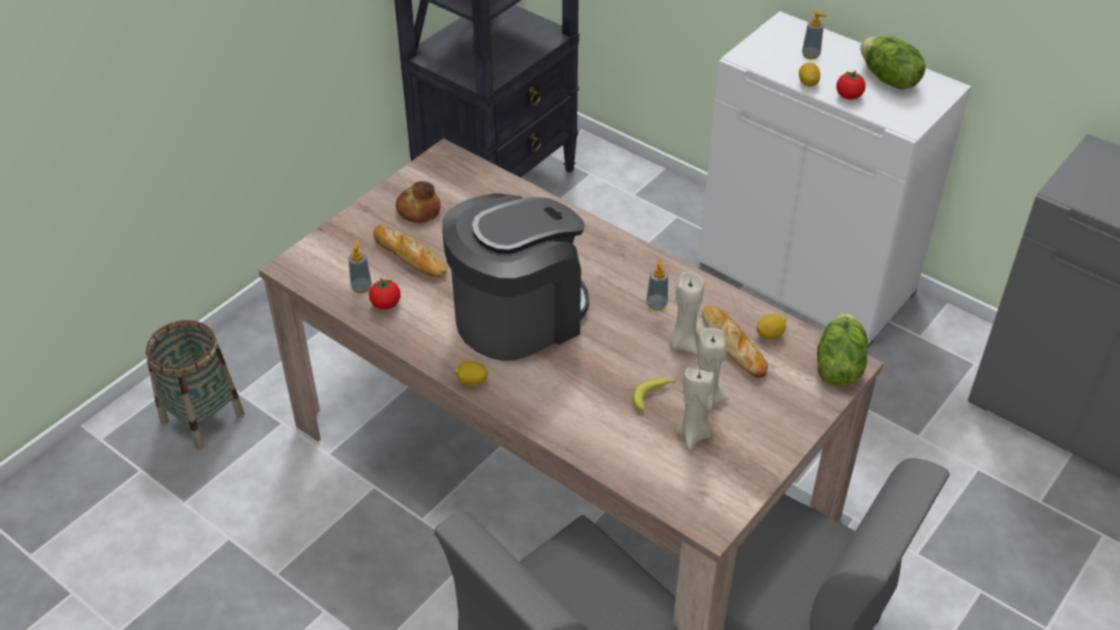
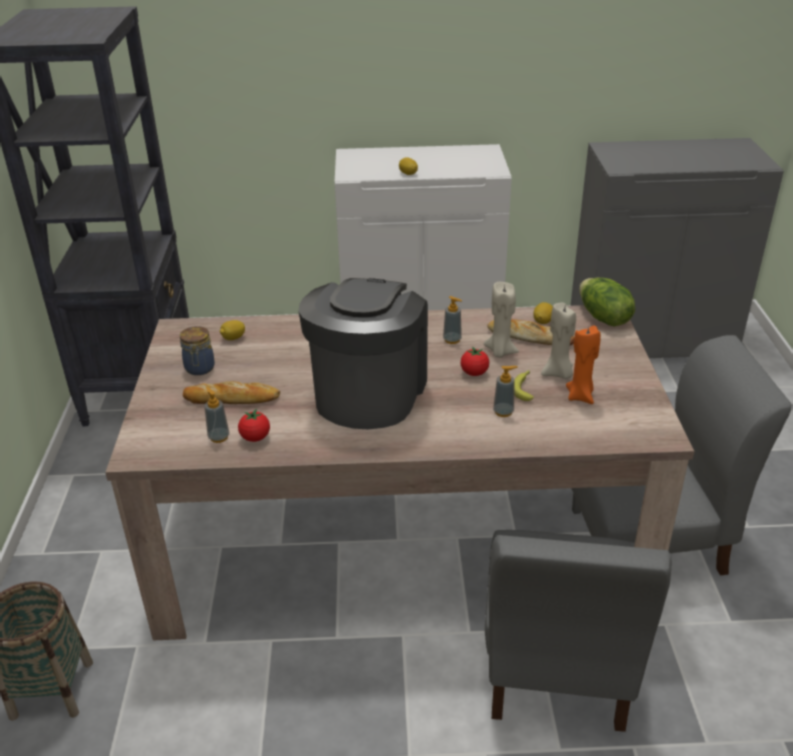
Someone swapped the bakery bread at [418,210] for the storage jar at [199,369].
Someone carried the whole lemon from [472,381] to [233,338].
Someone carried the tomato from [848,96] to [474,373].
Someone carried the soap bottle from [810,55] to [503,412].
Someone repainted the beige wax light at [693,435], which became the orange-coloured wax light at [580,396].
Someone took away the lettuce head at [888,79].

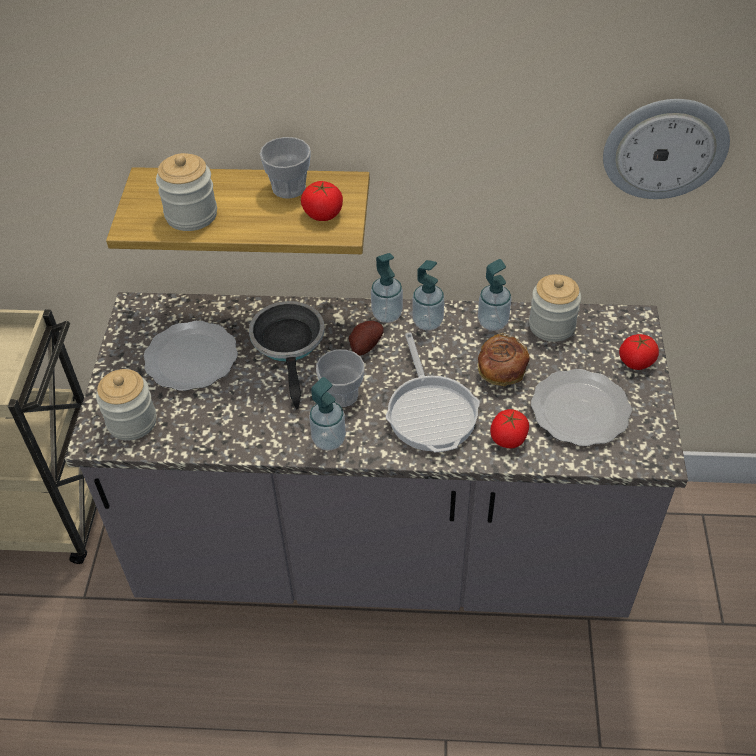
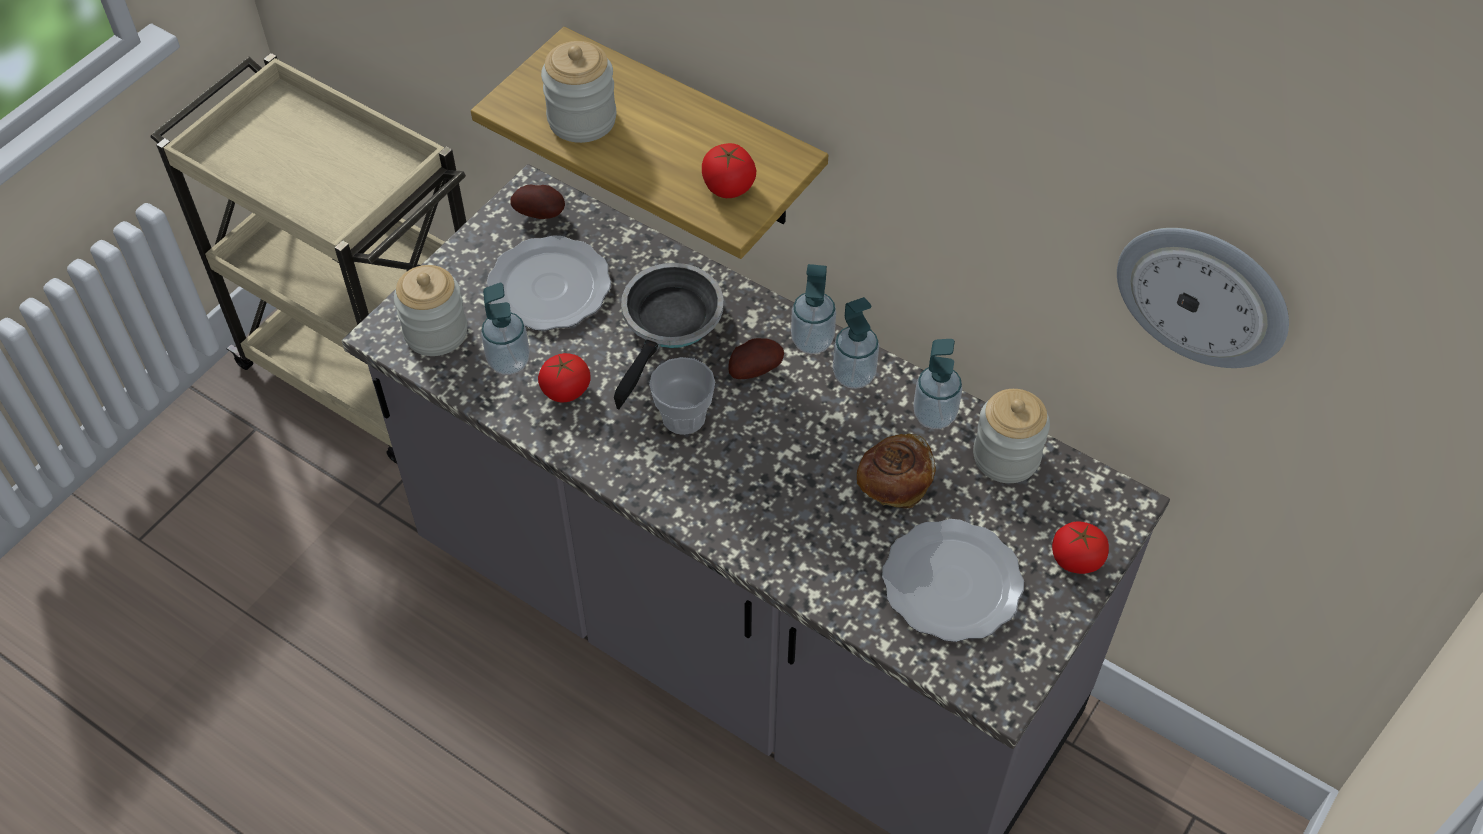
Someone carried the soap bottle from [329,440] to [509,361].
Someone put down the whole potato at [541,213].
Someone carried the tomato from [508,438] to [566,390].
Someone took away the small cup at [289,188].
Someone took away the frying pan at [431,411].

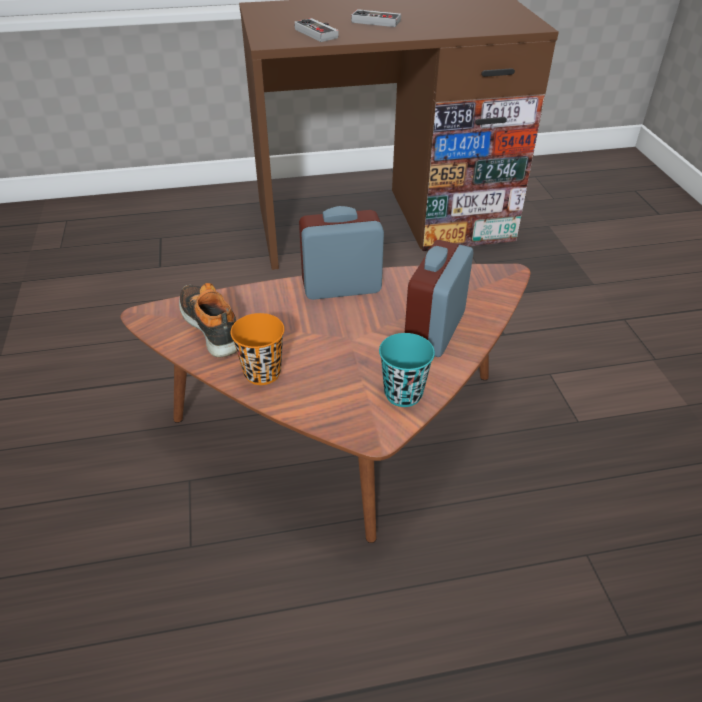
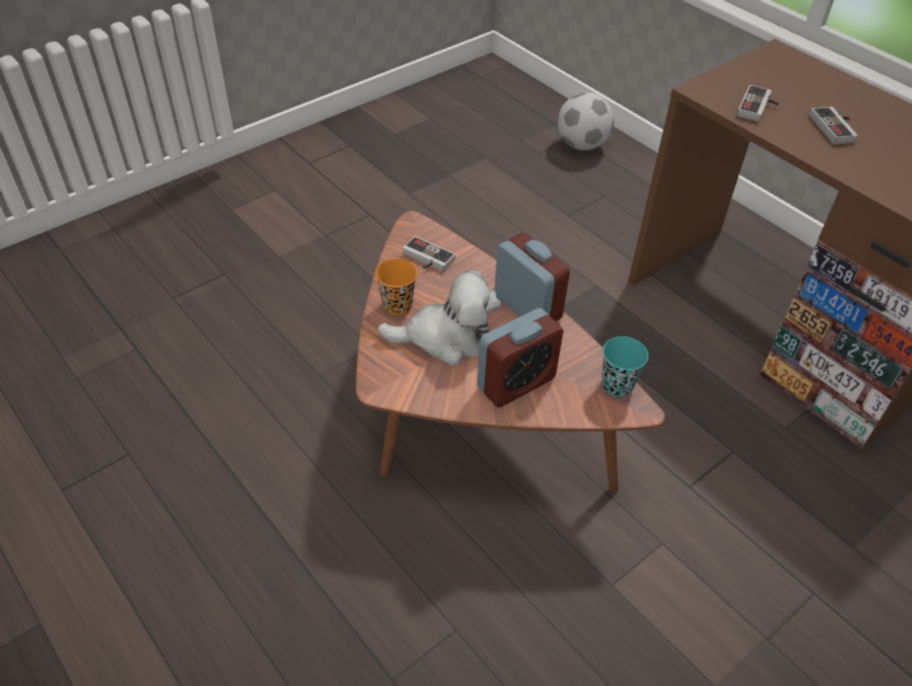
Someone put down the cuddly toy at [446,338].
Someone swapped the low shoe at [212,326] for the gamepad at [426,259].
Someone rotated the table clock at [434,330] by 150 degrees clockwise.
Someone put down the ball for football at [581,145].
Someone carried the blue-green small cup from [403,394] to [617,385].

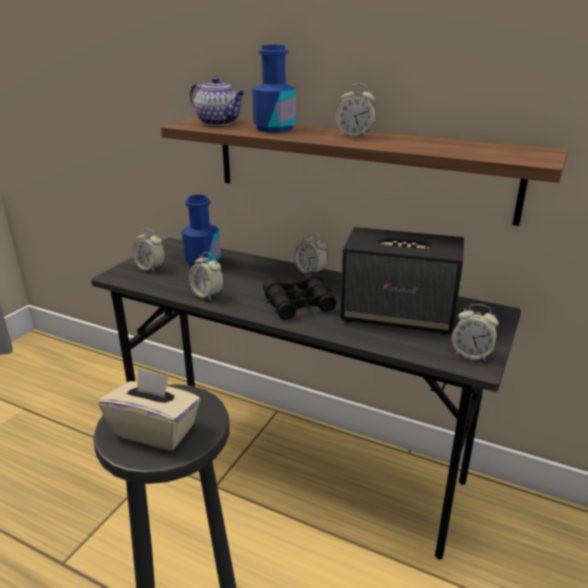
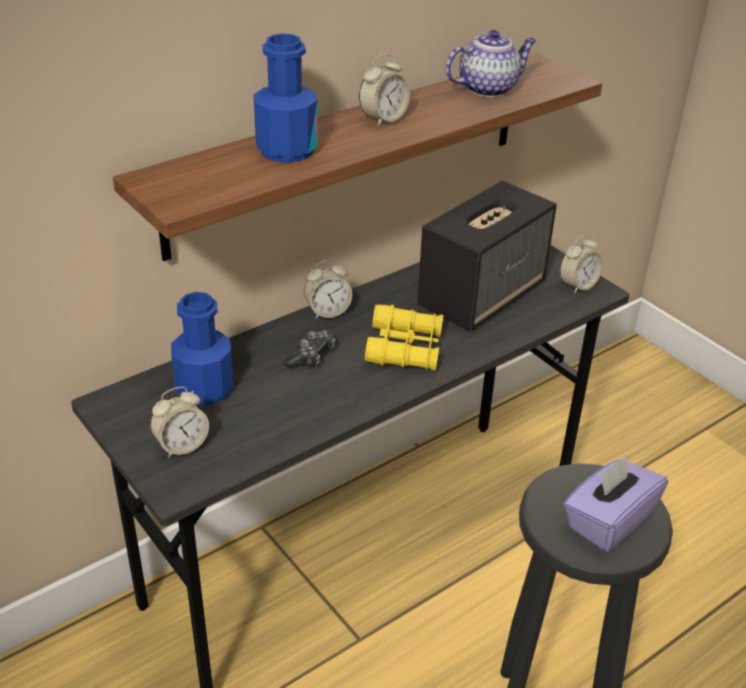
Someone put down the gamepad at [311,356].
Someone repainted the black-coloured binoculars at [299,304], which became the yellow binoculars at [405,348].
Someone carried the tea pot from [219,123] to [488,88].
Someone repainted the beige tissue box at [155,430], which became the purple-coloured tissue box at [608,521].
Someone took away the table clock at [207,295].

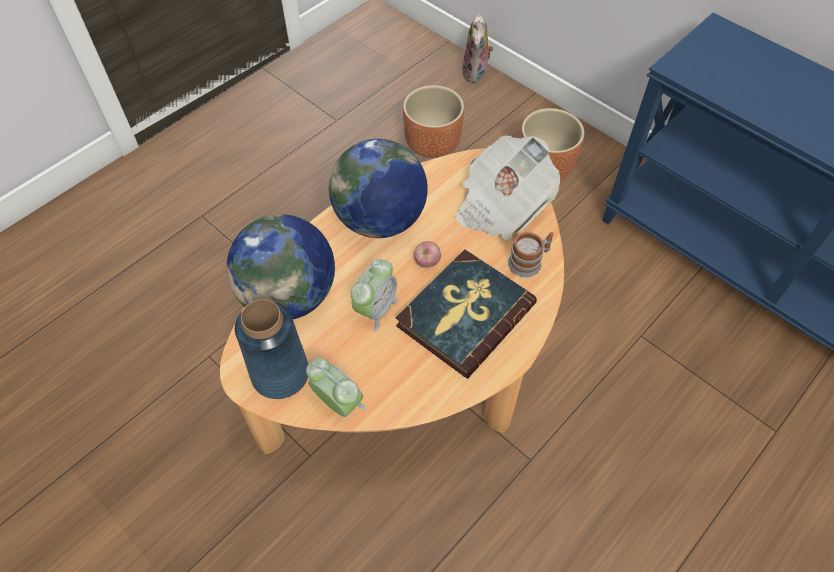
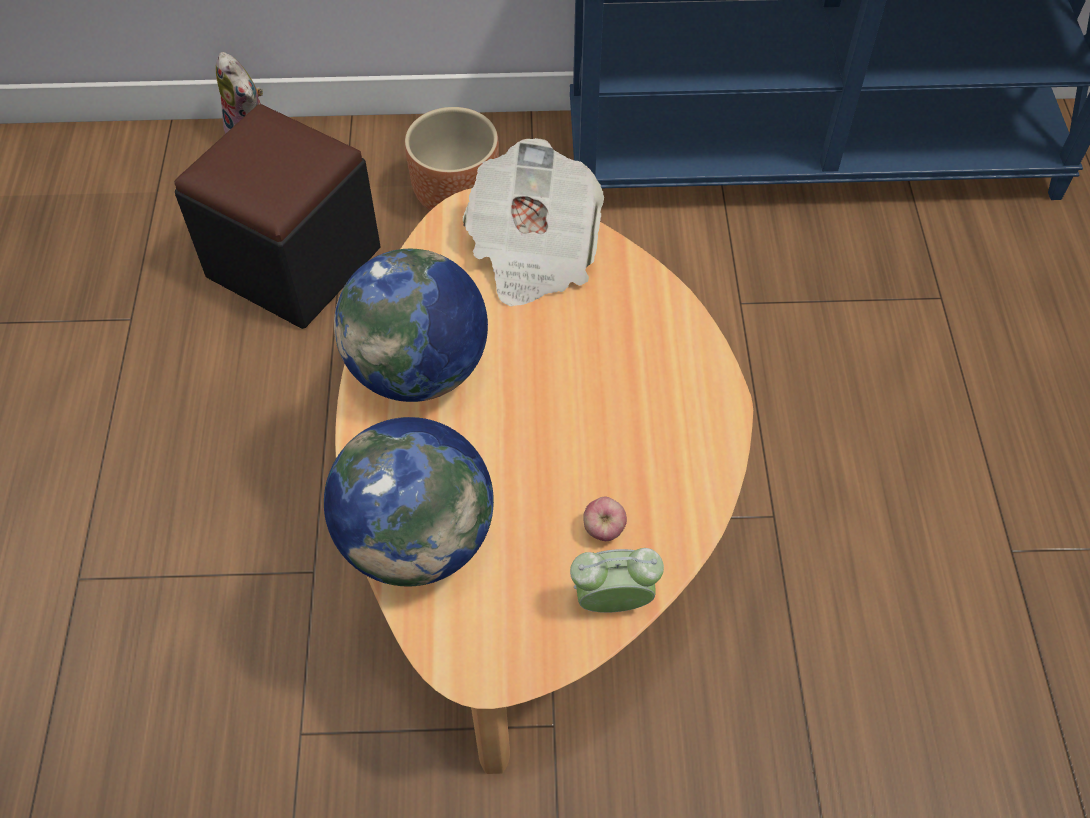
Someone swapped the brown-coloured plant pot at [432,145] for the black-coloured pouffe at [294,262].
Someone carried the apple from [427,262] to [603,529].
Someone took away the blue-coloured decorative vase at [280,374].
Someone took away the table clock at [376,309].
Someone took away the volume at [465,315].
Someone took away the tea mug at [529,262].

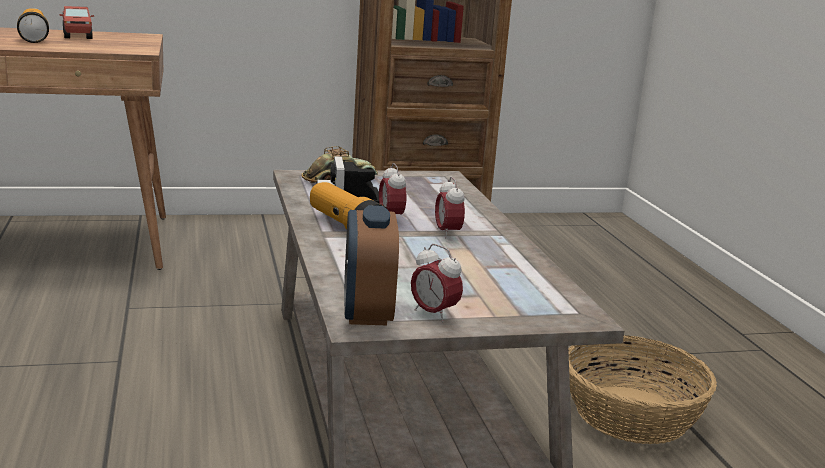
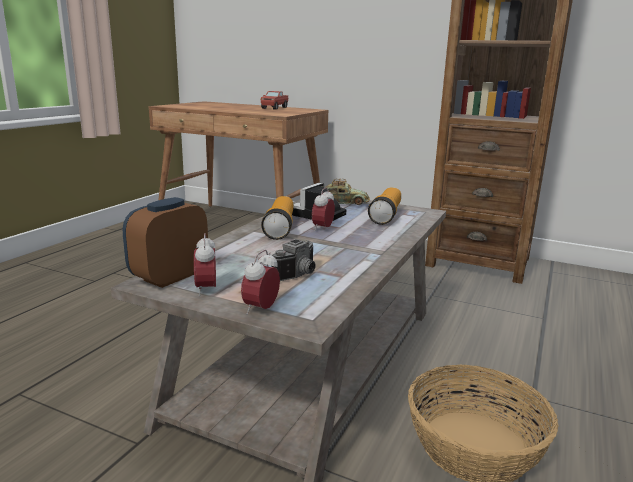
Someone carried the table clock from [447,233] to [261,309].
Someone put down the photo camera at [299,275].
Someone carried the hand torch from [34,38] to [386,216].

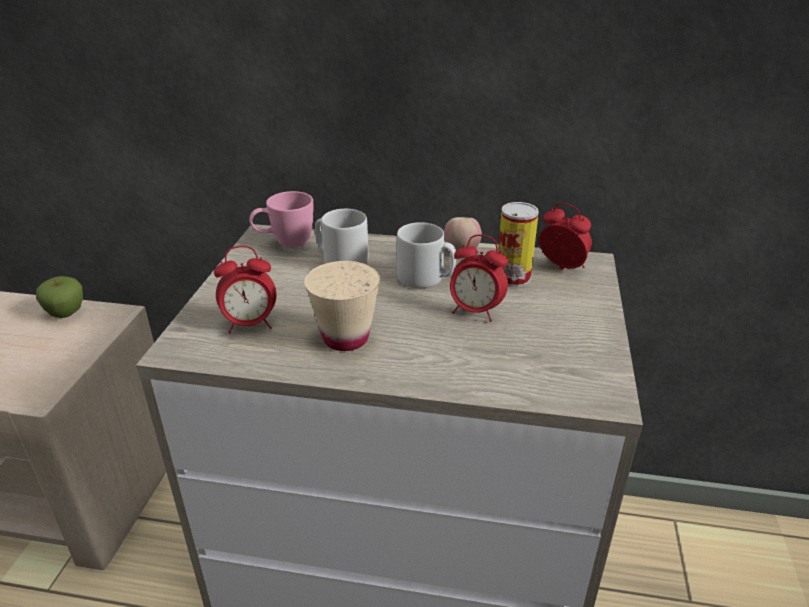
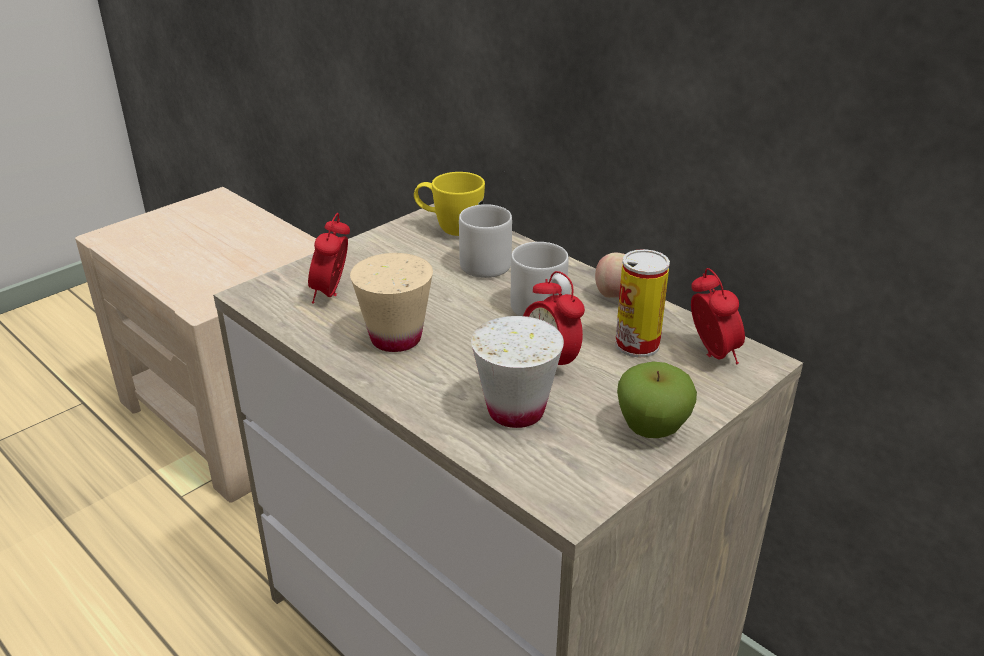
Someone rotated the table clock at [250,324] by 75 degrees clockwise.
Someone repainted the pink-coloured tea mug at [285,244], which became the yellow tea mug at [449,229].
Someone put down the white small cup at [516,411].
Someone carried the apple from [66,313] to [652,429].

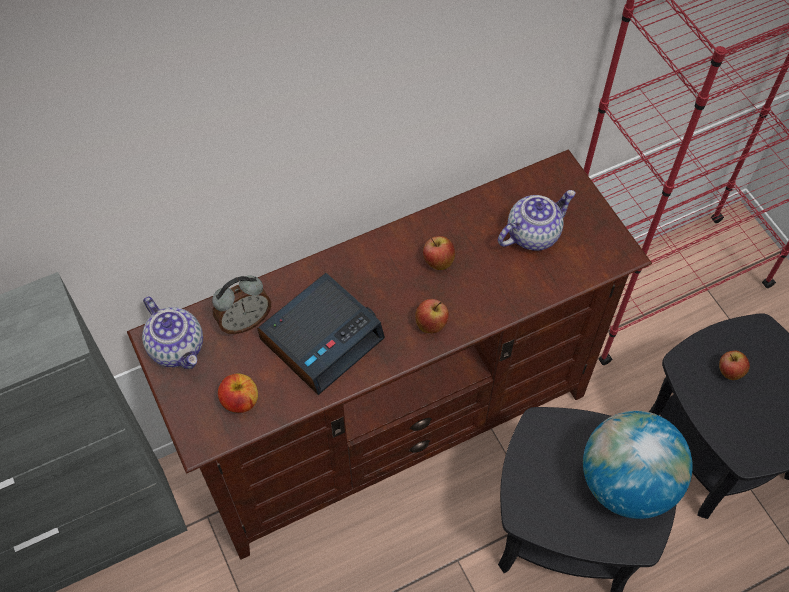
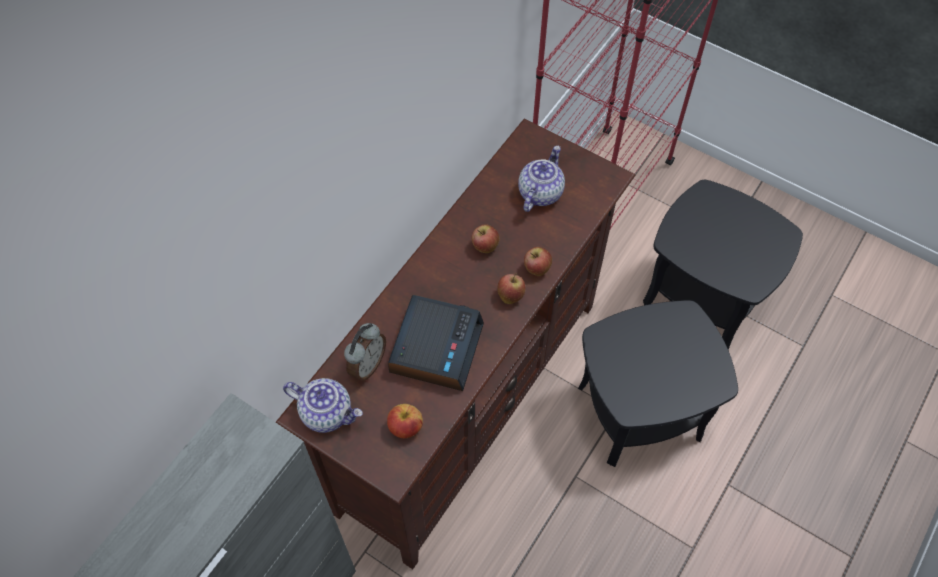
Someone carried the apple from [729,372] to [536,269].
Someone took away the world globe at [626,483].

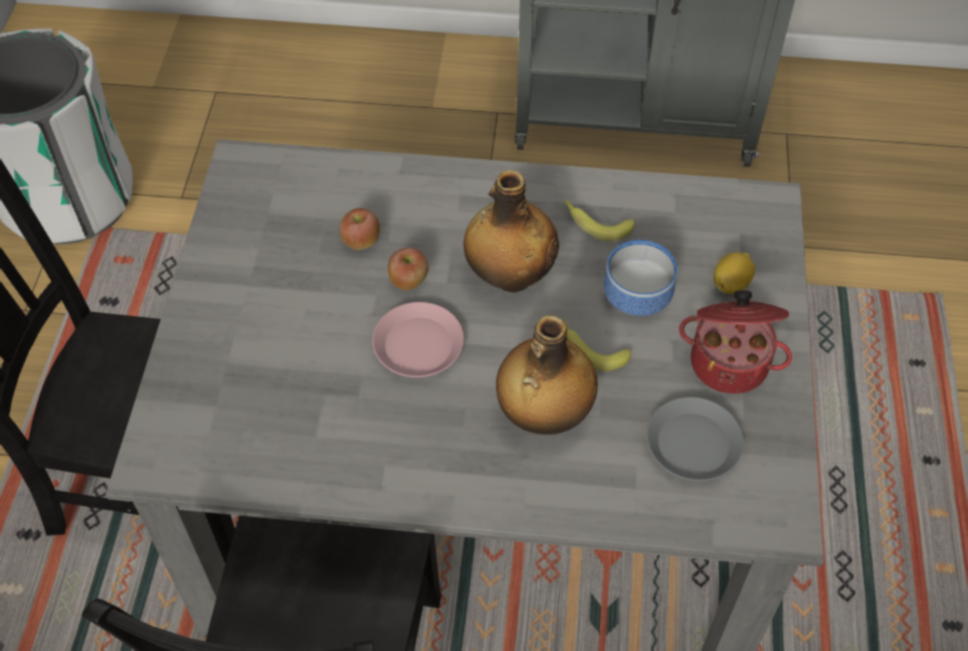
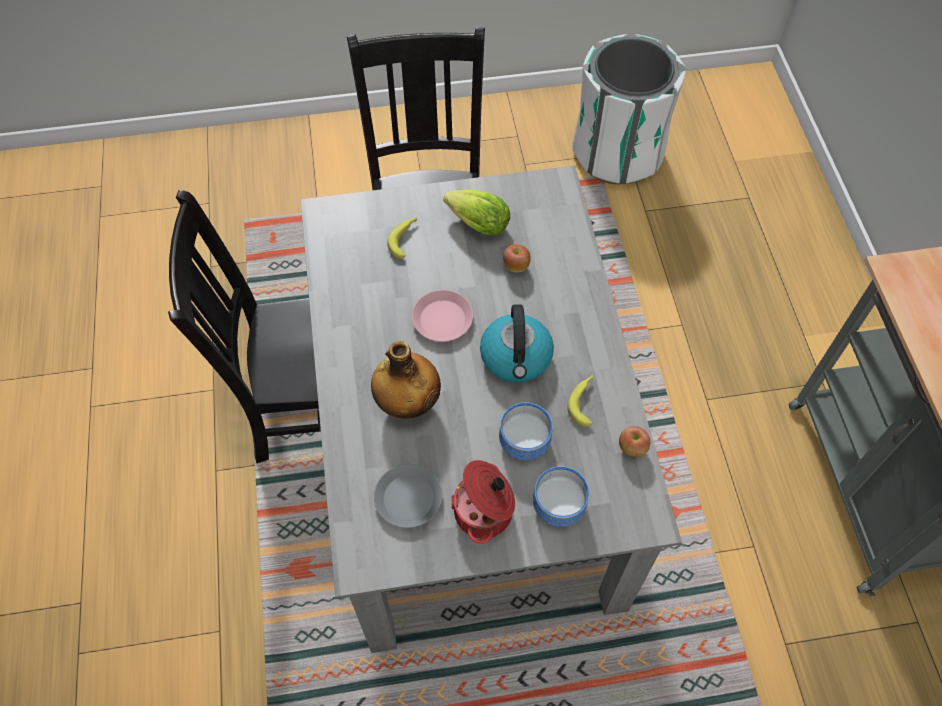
Someone carried the banana from [590,347] to [405,238].
Someone put down the lettuce head at [475,223].
Someone swapped the drink bottle at [509,276] for the water kettle at [516,358].
Someone swapped the whole lemon at [731,283] for the bowl at [557,503].
Someone carried the apple from [409,282] to [632,448].

